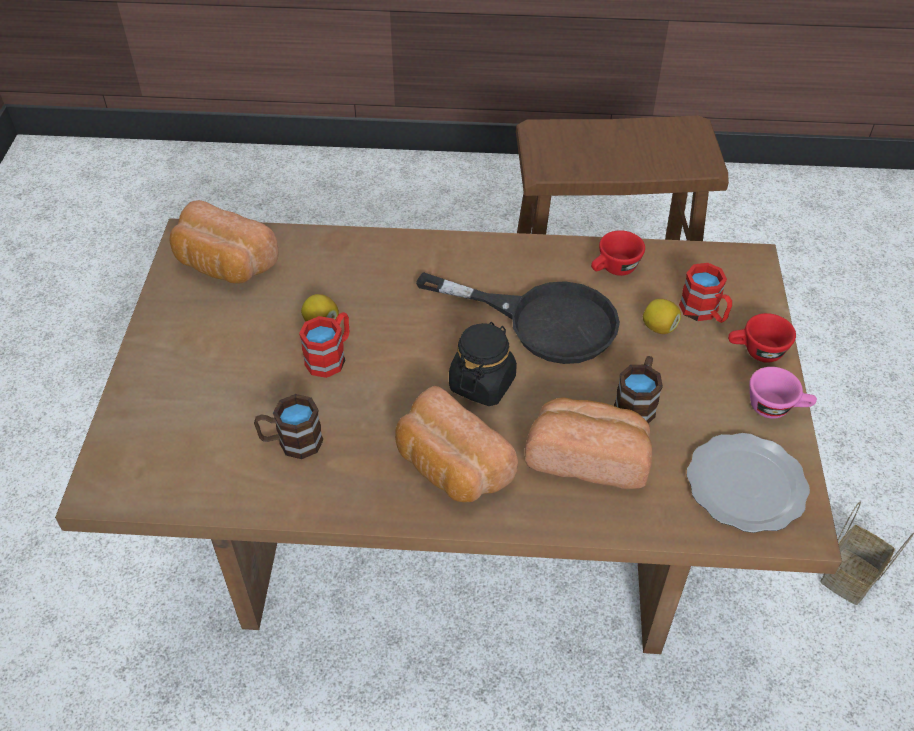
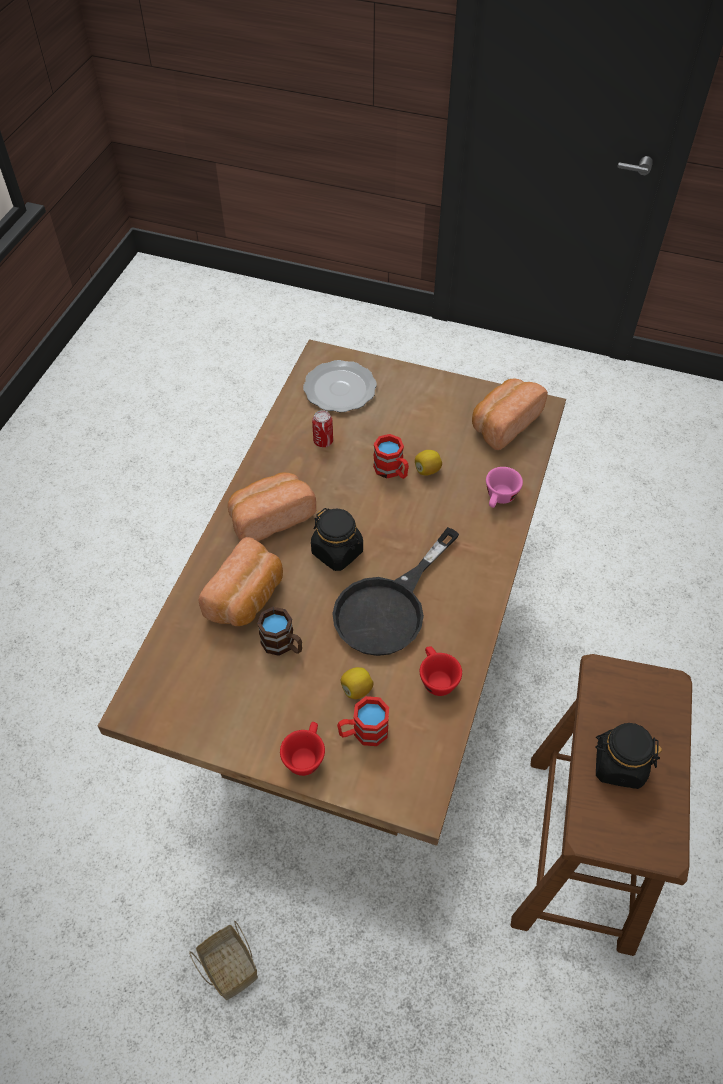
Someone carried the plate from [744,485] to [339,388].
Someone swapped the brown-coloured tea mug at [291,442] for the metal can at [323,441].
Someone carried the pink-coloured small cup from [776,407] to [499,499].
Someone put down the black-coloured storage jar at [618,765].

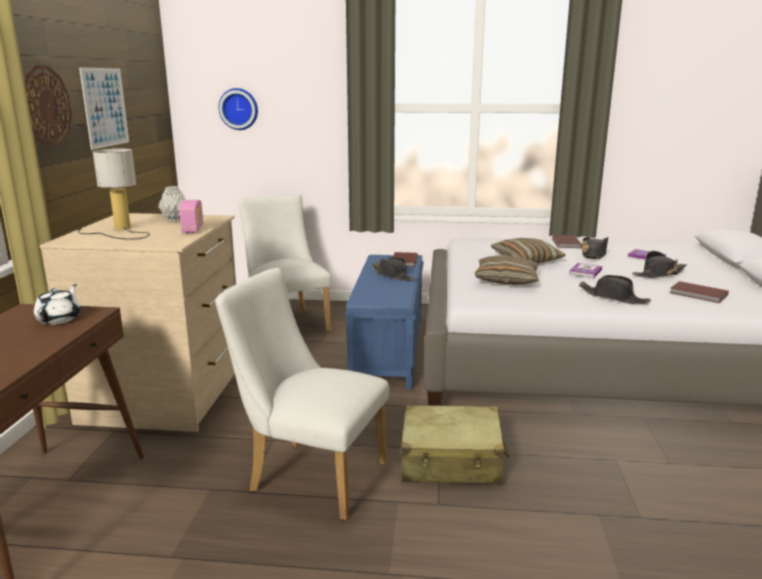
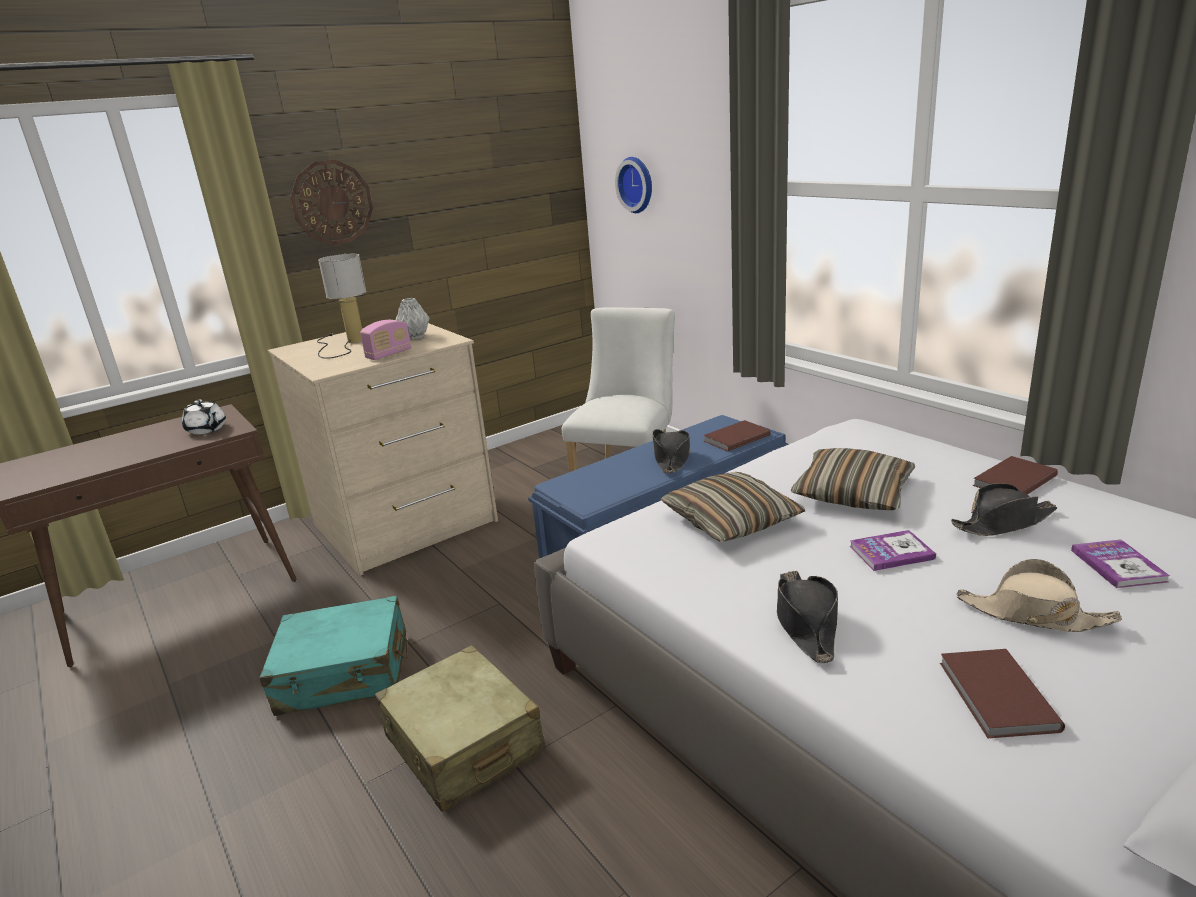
Someone rotated the white tea pot at [60,319] by 75 degrees clockwise.
Someone swapped the white upright chair at [309,475] for the blue-green suitcase at [344,673].
Someone repainted the black-coloured clothing hat at [658,274], which became the beige clothing hat at [1033,615].
Someone took away the wall picture at [105,107].

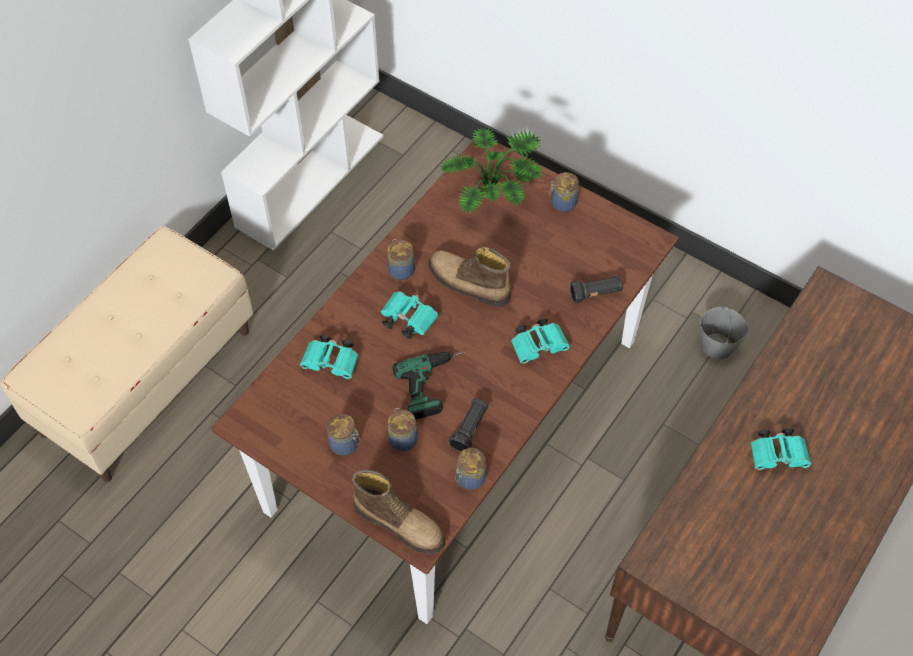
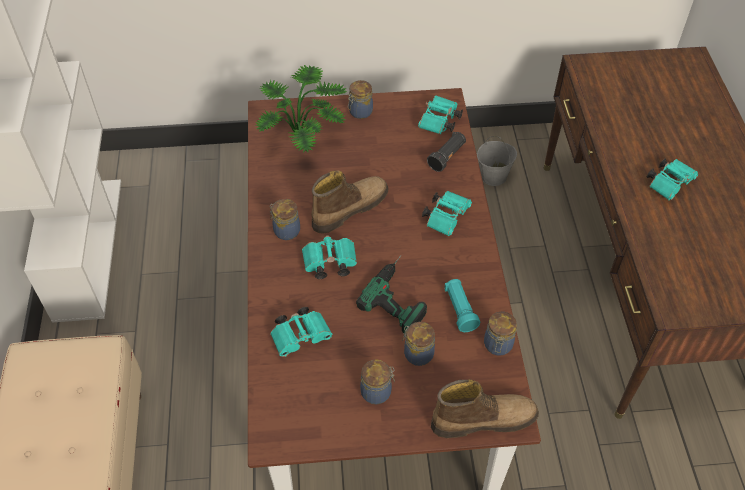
Someone rotated the boot at [468,284] by 150 degrees clockwise.
Someone put down the blue-green binoculars at [439,123].
Someone repainted the black-coloured hand torch at [470,429], which became the blue-green hand torch at [460,310].

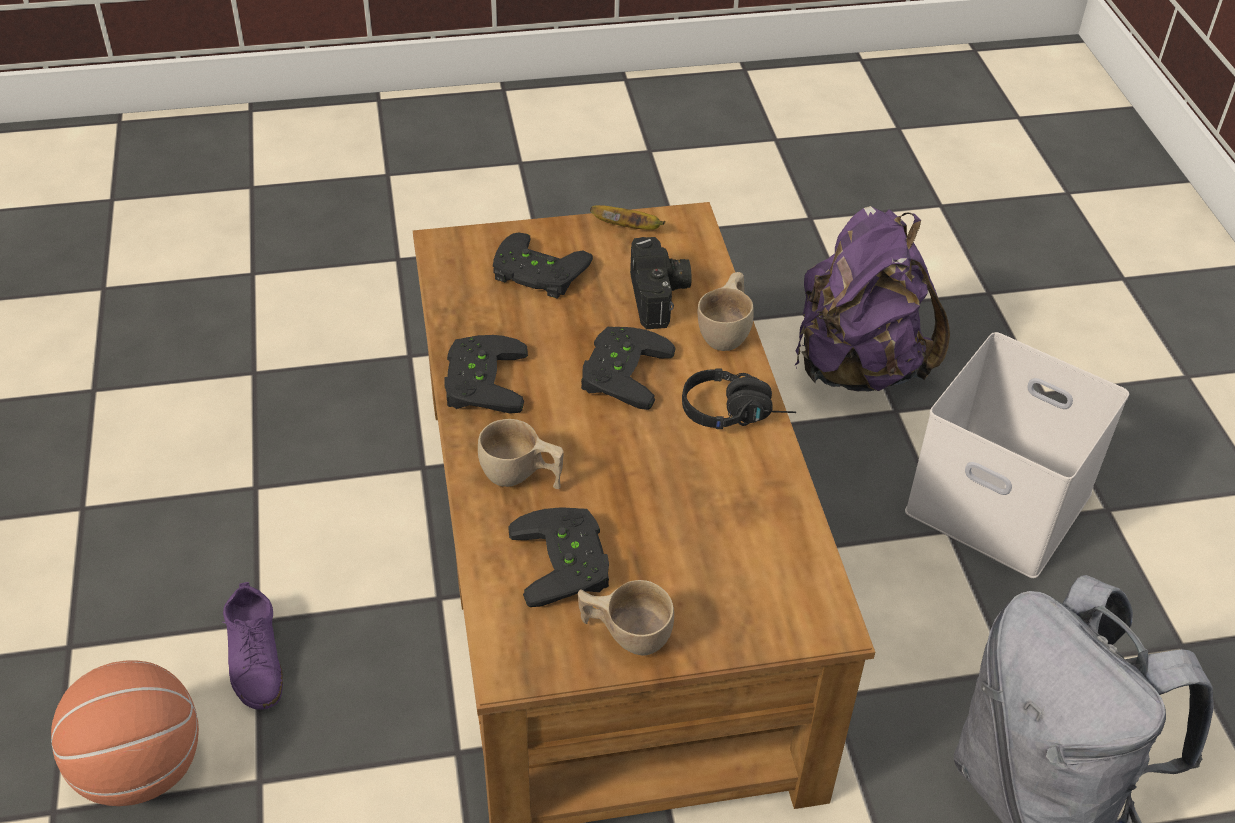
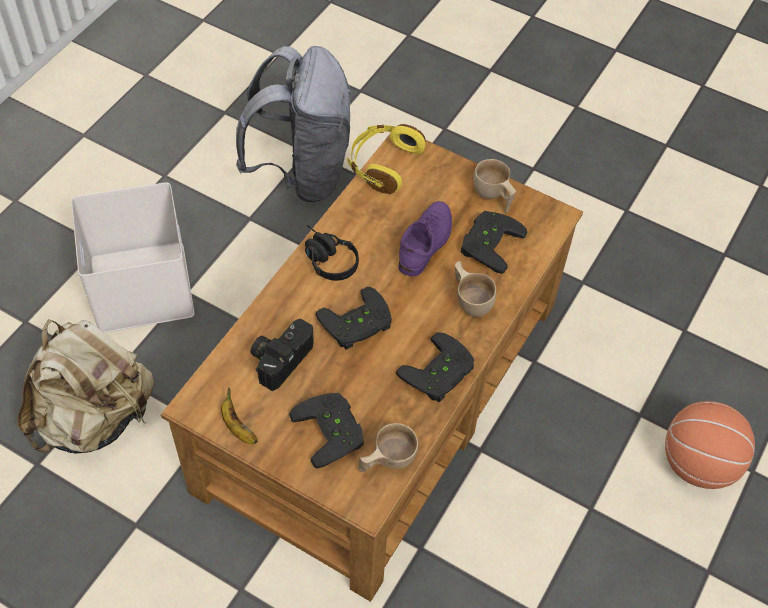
Someone repainted the purple-coloured backpack at [857,367], which became the beige backpack at [94,418].
Someone put down the yellow headphones at [383,164].
Someone carried the beige small cup from [727,330] to [386,460].
Someone carried the purple-coloured low shoe from [255,657] to [425,242].

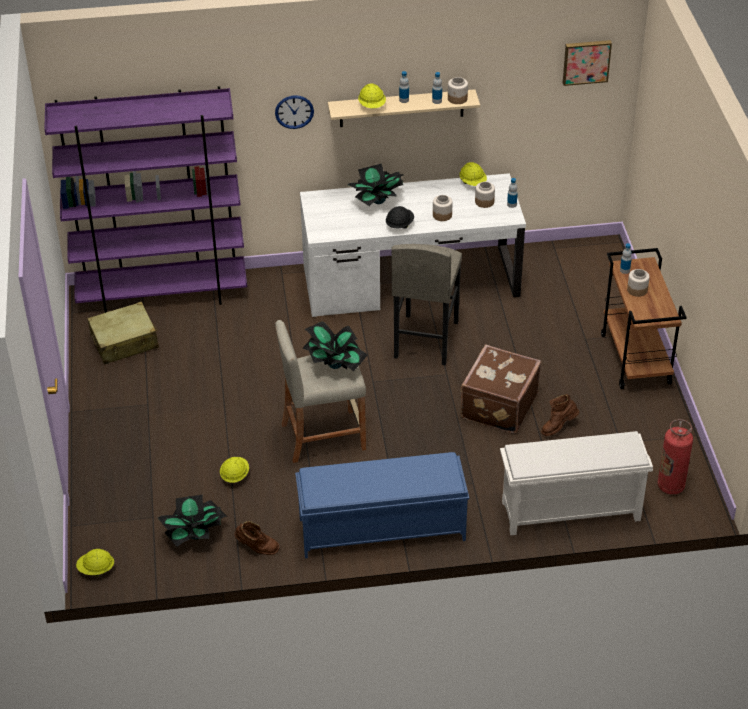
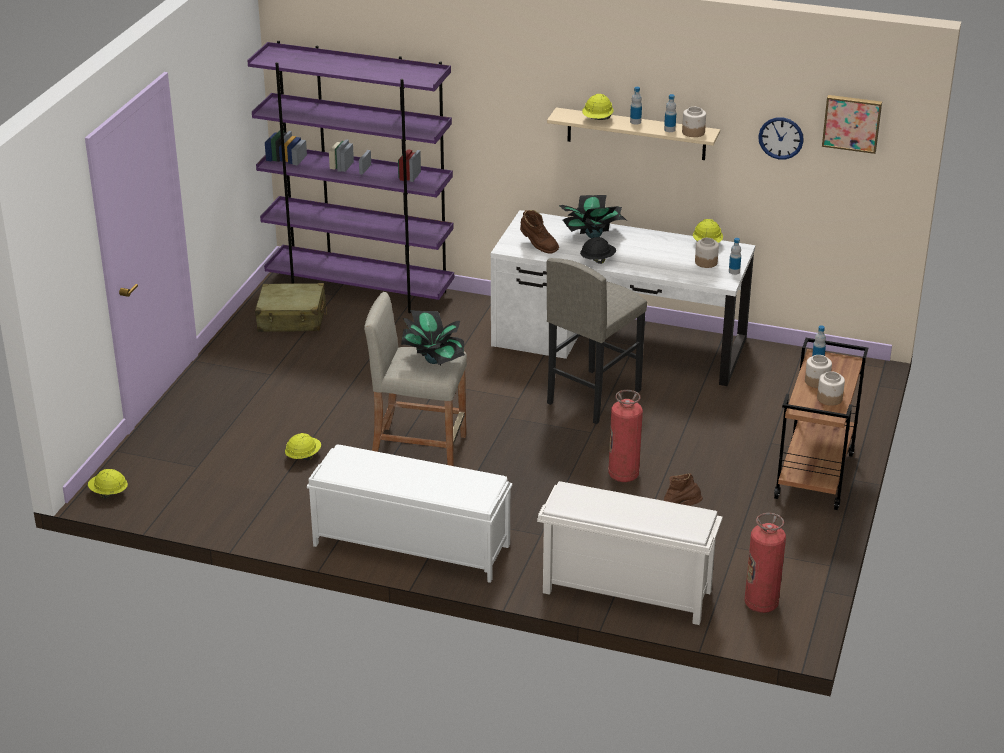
Someone repainted the blue-coloured long seat at [380,529], which became the white long seat at [410,545].
Someone carried the brown-coloured boot from [256,548] to [537,246].
Someone swapped the brown-coloured suitcase at [497,406] for the extinguisher at [623,475].
Someone carried the clock on the wall from [294,111] to [781,138].
Someone carried the storage jar from [442,215] to [829,398].
Someone took away the potted plant at [195,535].

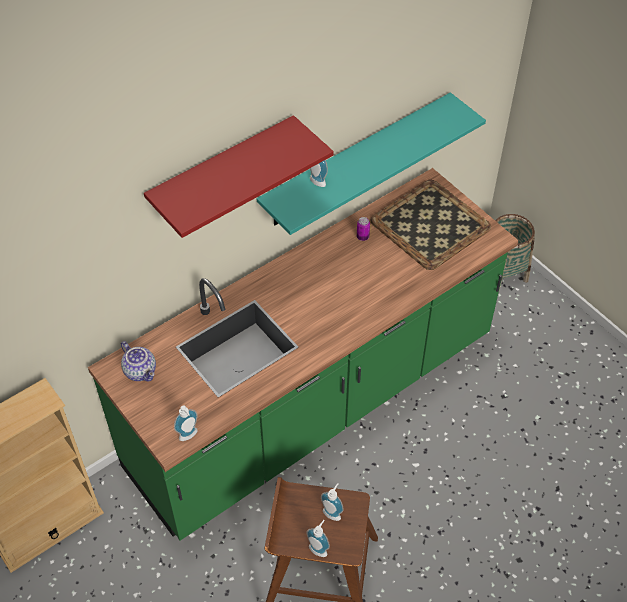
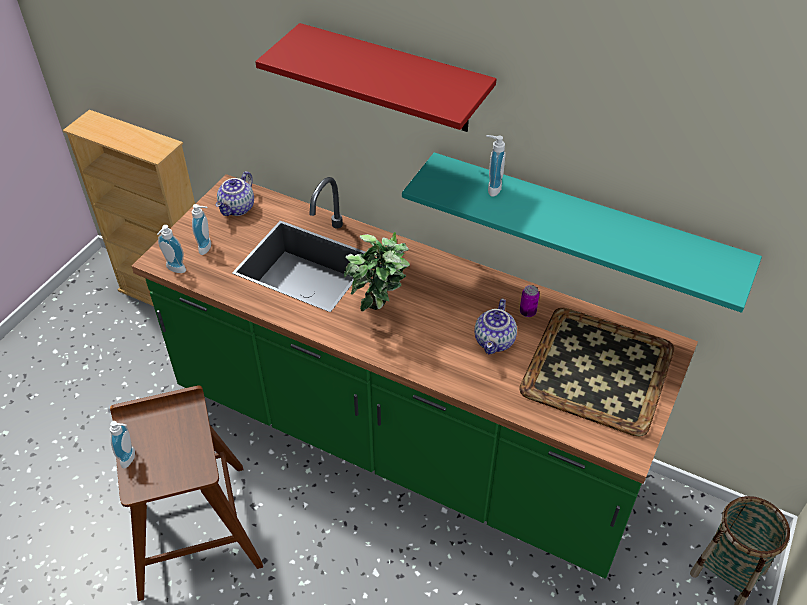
Someone carried the soap bottle from [333,512] to [207,247].
Someone put down the potted plant at [379,314].
Someone put down the tea pot at [495,342].

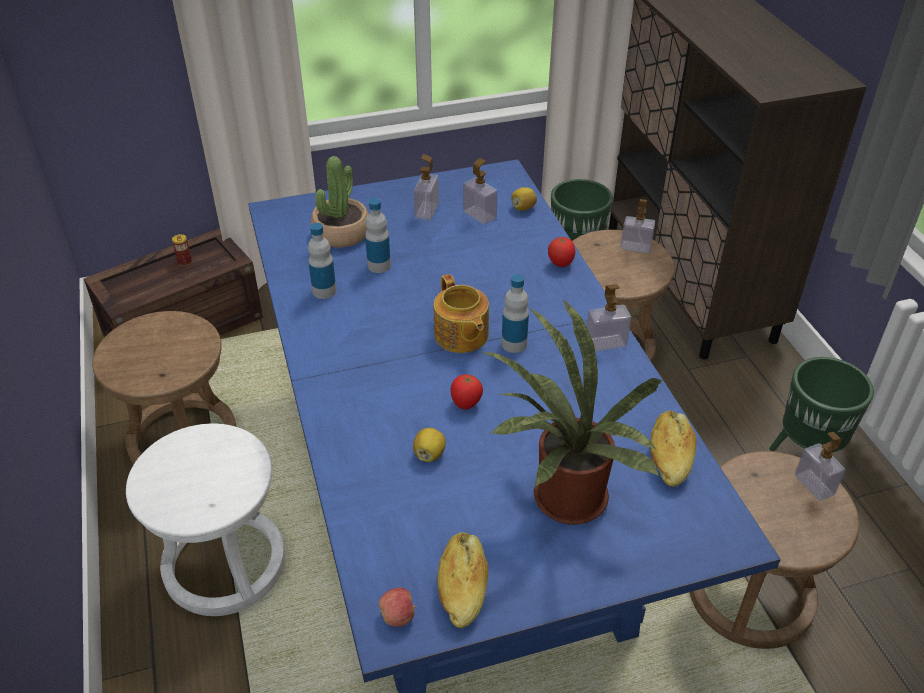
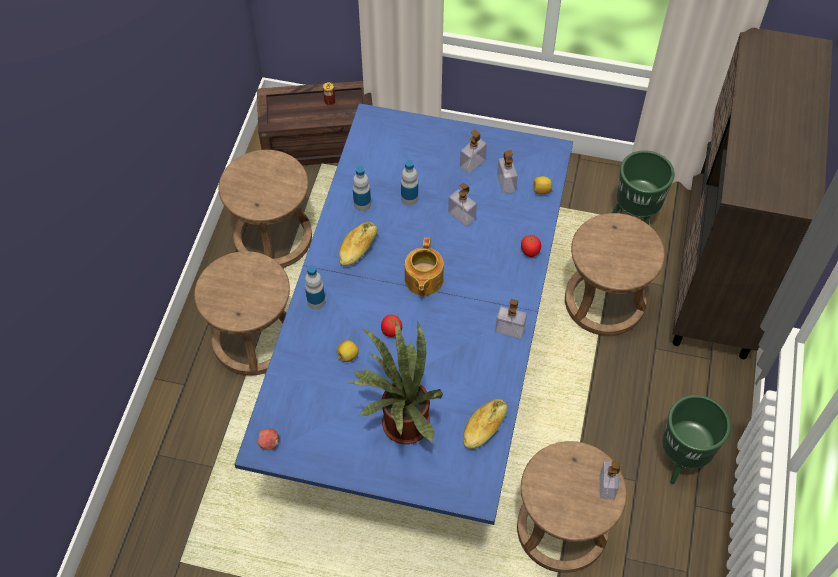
Someone repainted the white stool at [224,564], which became the brown-coloured stool at [253,340].
Someone carried the drink bottle from [514,344] to [316,301].
Someone carried the bakery bread from [462,586] to [358,248].
Someone carried the soap bottle from [635,247] to [461,216].
Someone took away the potted plant at [341,233].

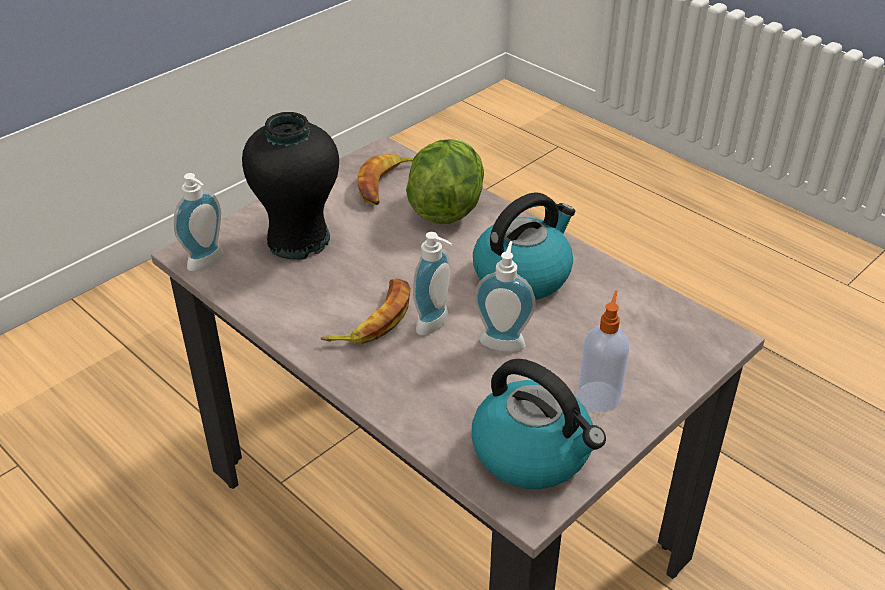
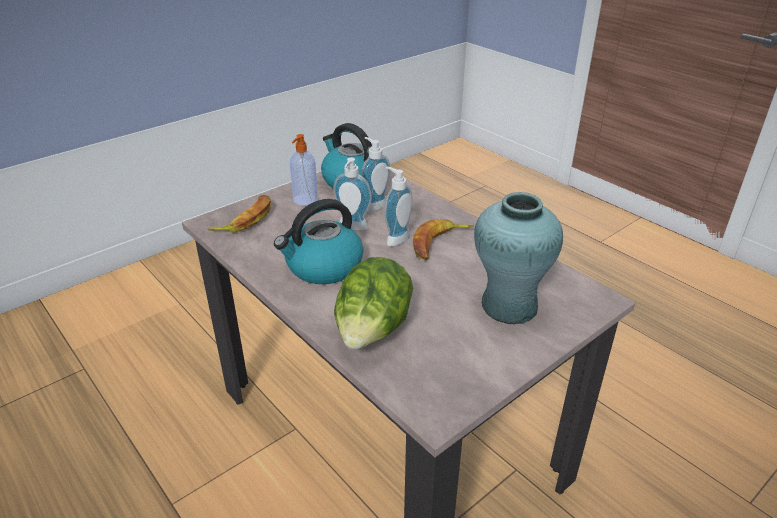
Someone carried the banana from [388,184] to [245,219].
Someone carried the soap bottle from [208,263] to [373,205].
Someone repainted the black-coloured decorative vase at [299,240], which became the blue-green decorative vase at [509,306].

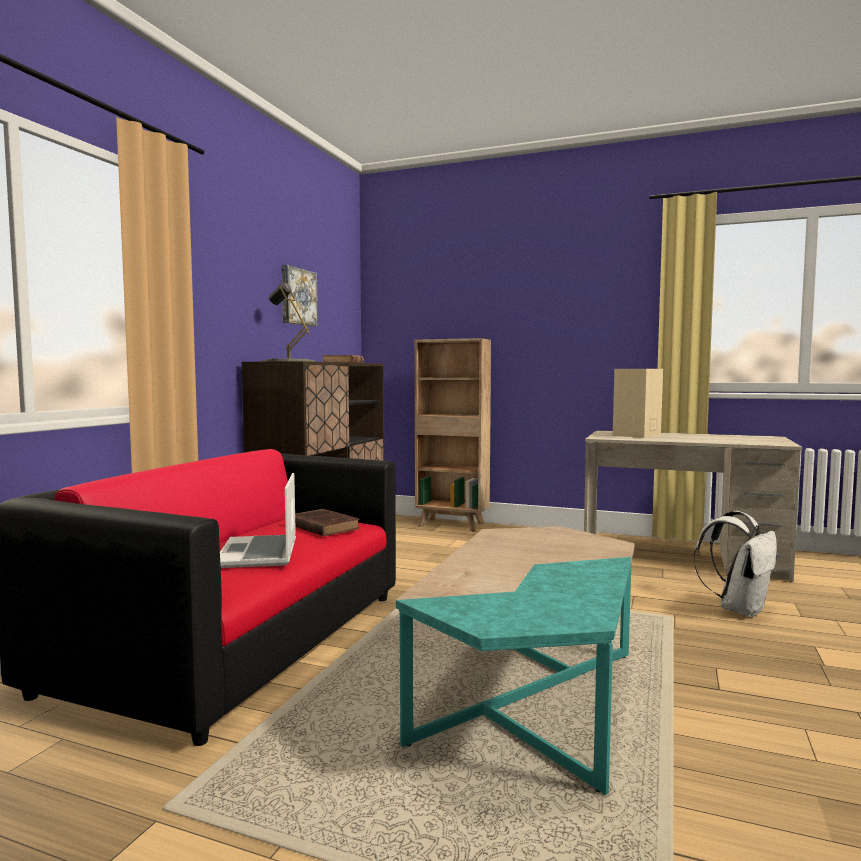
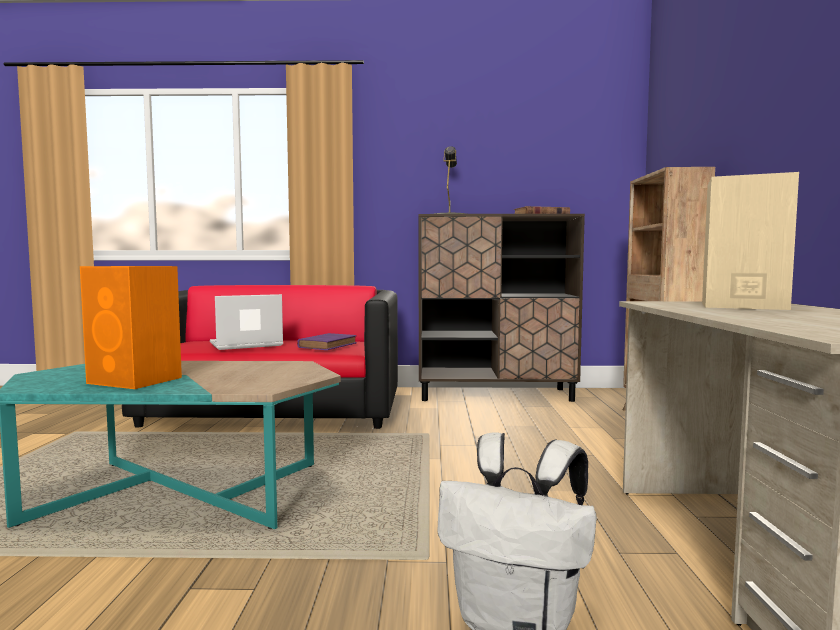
Someone put down the orange-coloured audio speaker at [136,380].
Someone repainted the brown-coloured volume at [322,526], which became the purple-coloured volume at [328,345].
Someone took away the wall picture at [297,297].

